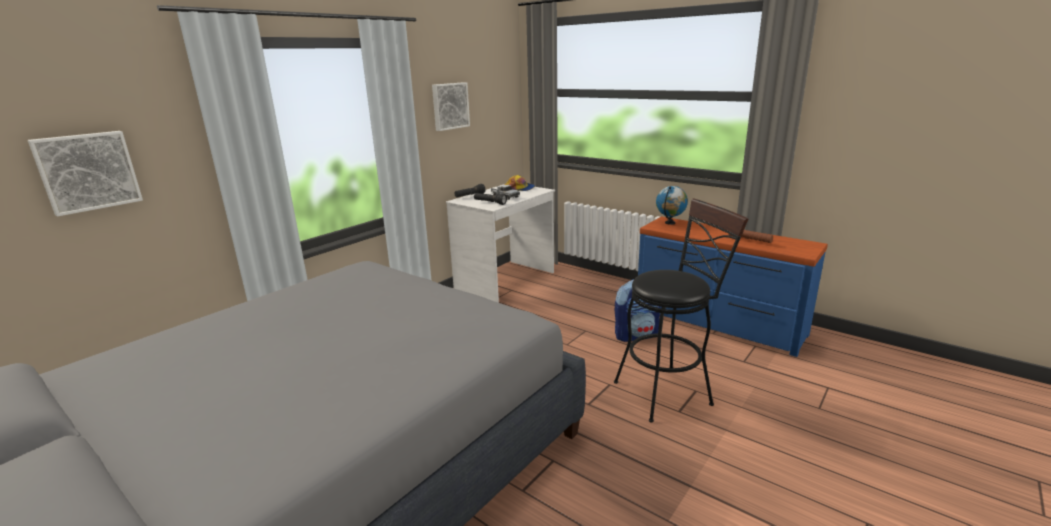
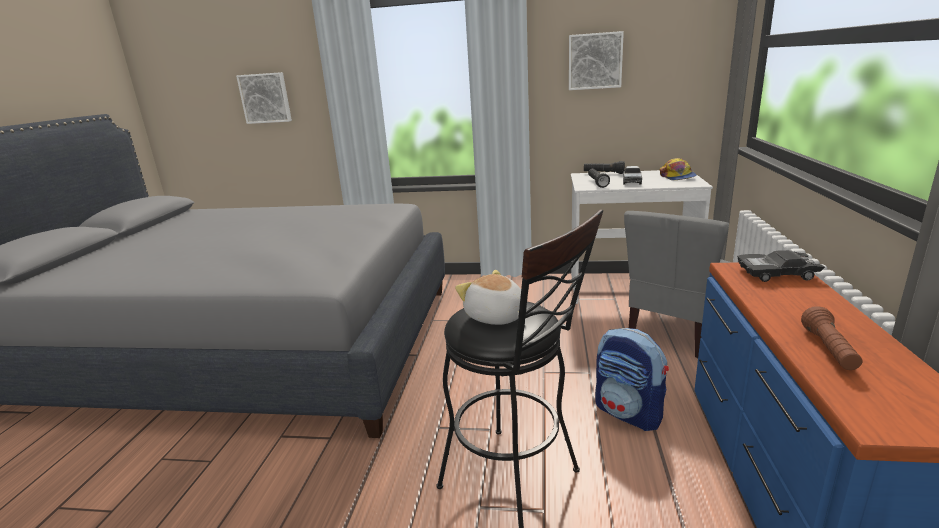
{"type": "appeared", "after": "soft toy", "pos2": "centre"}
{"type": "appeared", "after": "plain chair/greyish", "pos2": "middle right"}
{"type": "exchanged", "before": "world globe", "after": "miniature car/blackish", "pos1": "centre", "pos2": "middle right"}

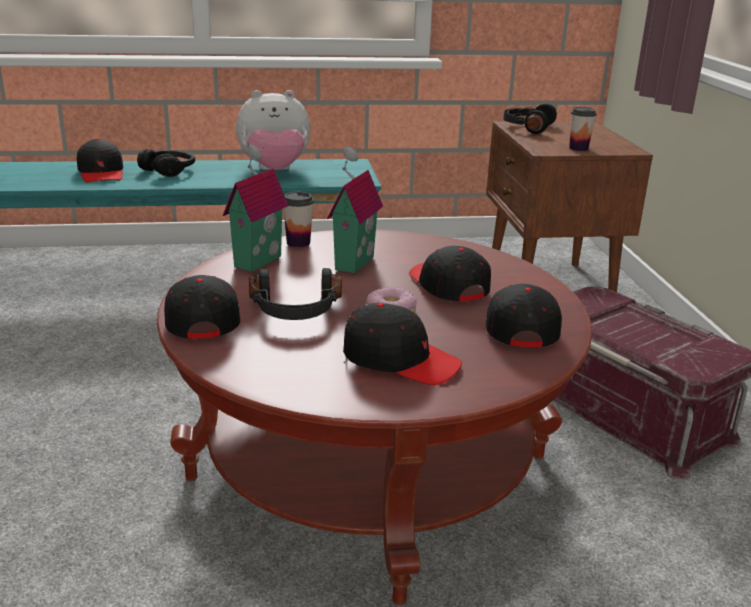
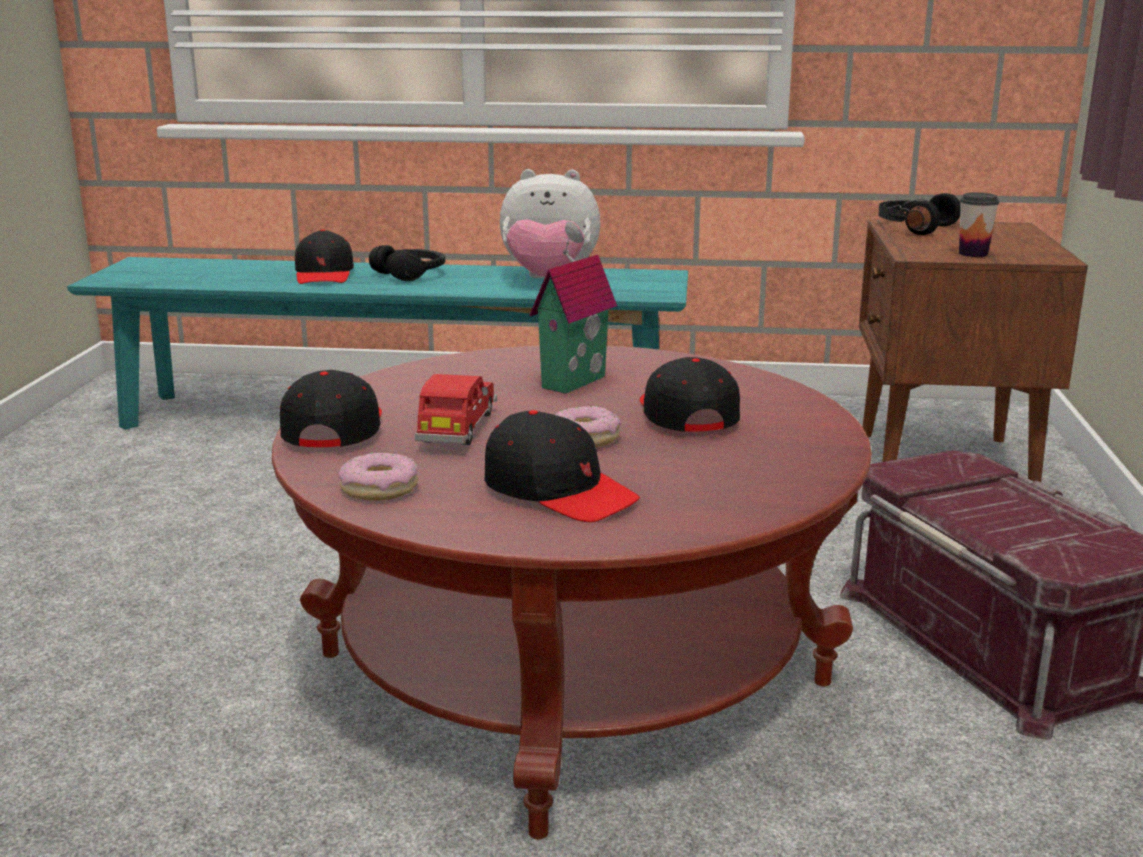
{"type": "missing", "before": "miniature house (no. 1 from left)", "pos1": "centre"}
{"type": "missing", "before": "small cup (no. 1 from left)", "pos1": "centre"}
{"type": "missing", "before": "cap/blackish (no. 5 from left)", "pos1": "middle right"}
{"type": "appeared", "after": "doughnut (no. 1 from left)", "pos2": "middle left"}
{"type": "exchanged", "before": "headphones/blackish (no. 2 from left)", "after": "miniature car/red-coloured", "pos1": "centre", "pos2": "centre"}

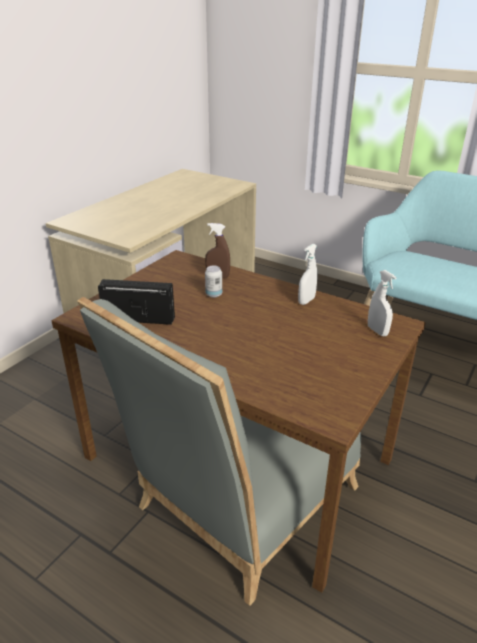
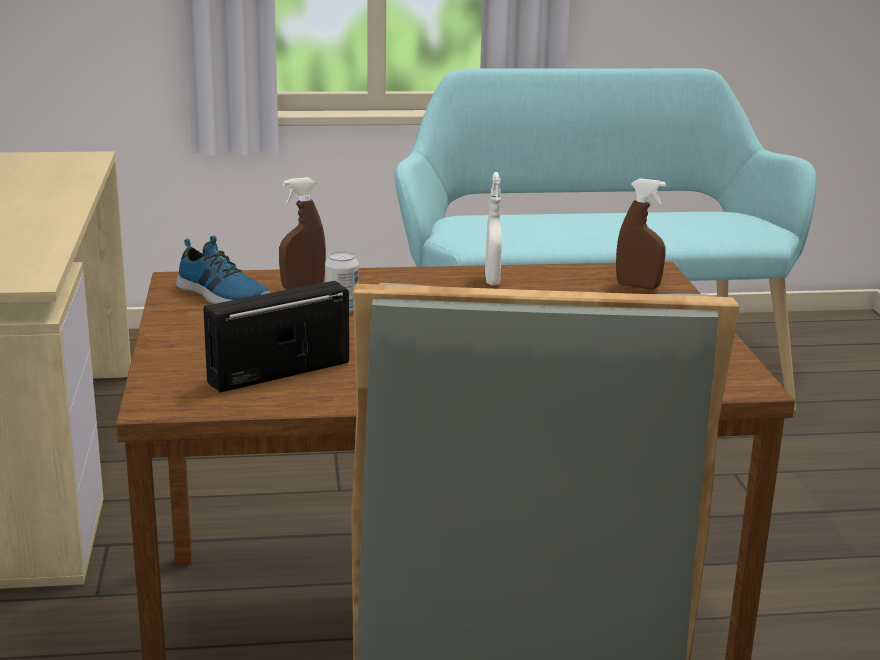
{"type": "appeared", "after": "low shoe", "pos2": "middle left"}
{"type": "colour", "before": "hand sprayer/white-coloured (no. 2 from left)", "after": "hand sprayer/brown-coloured (no. 2 from left)", "pos1": "middle right", "pos2": "middle right"}

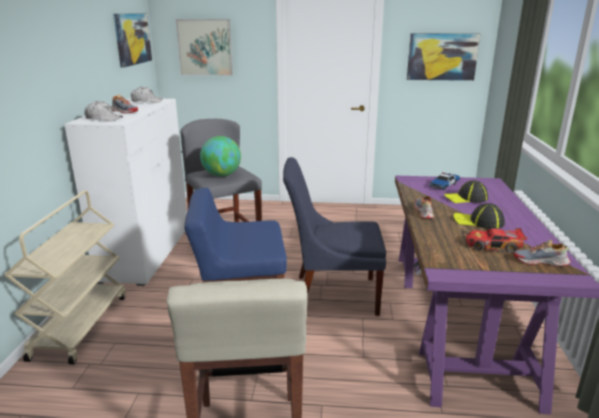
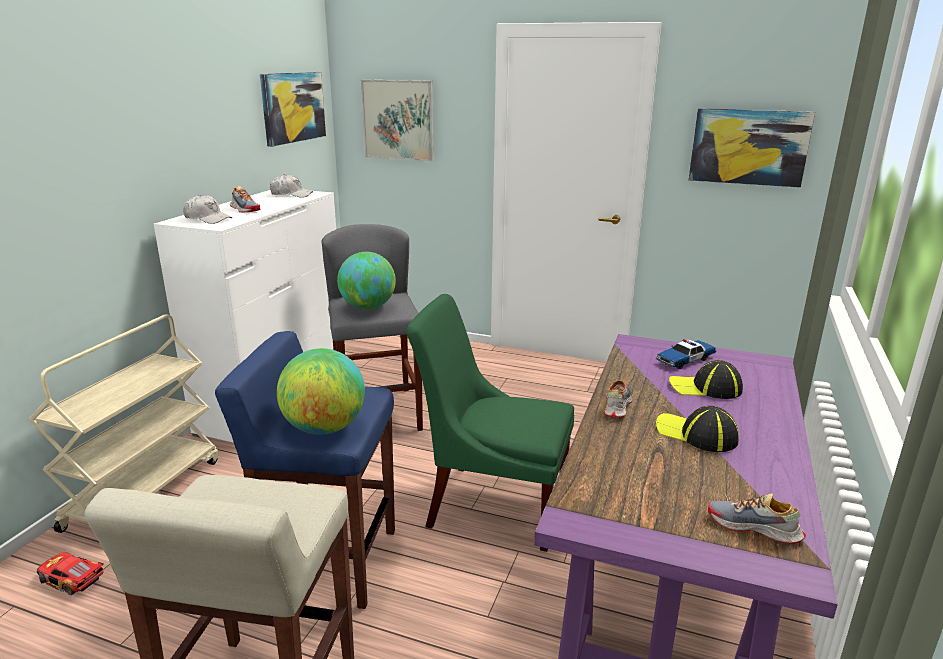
{"type": "appeared", "after": "world globe (no. 1 from left)", "pos2": "centre"}
{"type": "relocated", "before": "miniature car (no. 2 from left in the first image)", "after": "miniature car (no. 1 from left)", "pos1": "middle right", "pos2": "bottom left"}
{"type": "colour", "before": "plain chair/blue", "after": "plain chair/greenish", "pos1": "centre", "pos2": "centre"}

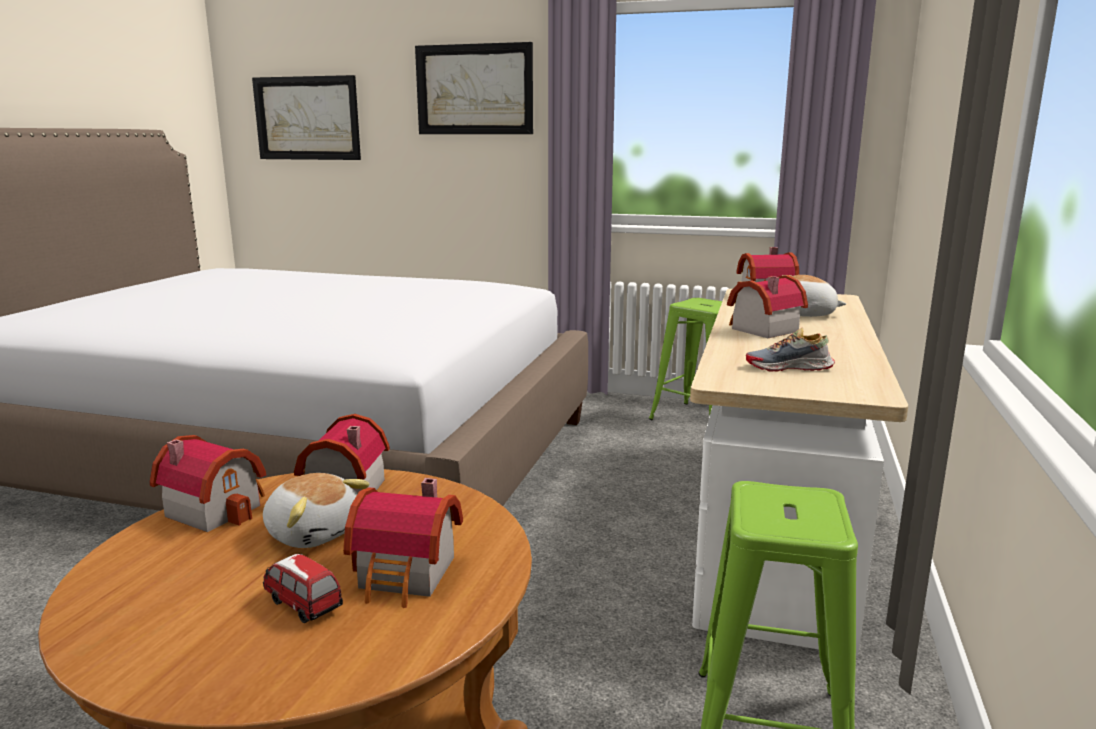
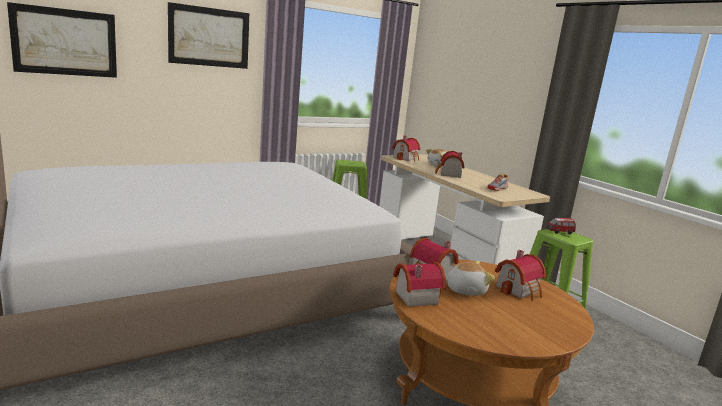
{"type": "relocated", "before": "miniature car", "pos1": "bottom left", "pos2": "middle right"}

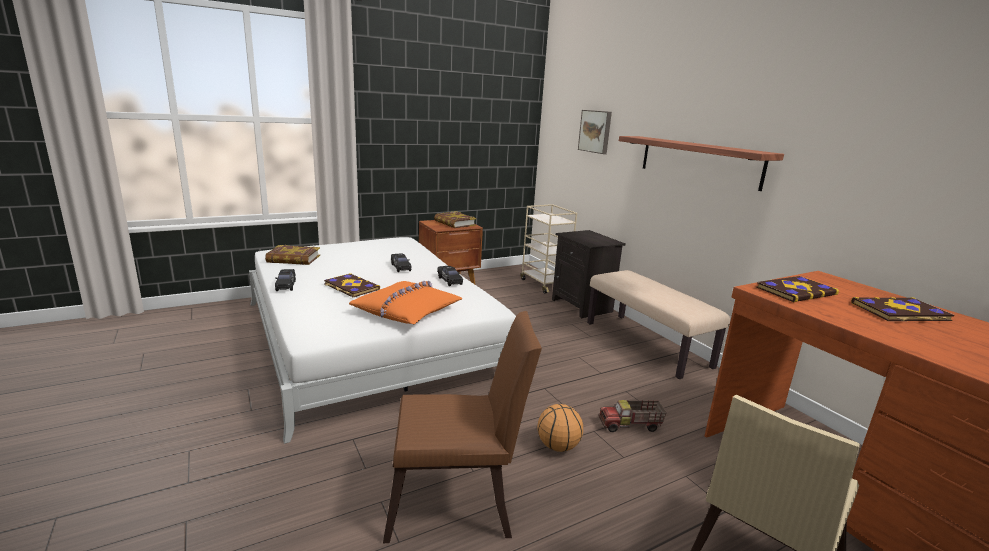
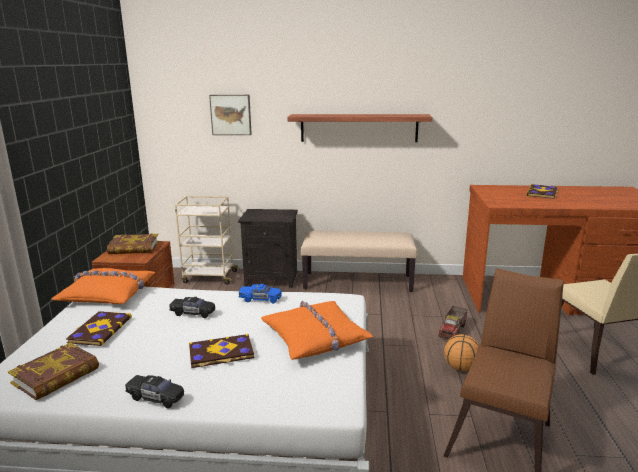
{"type": "appeared", "after": "throw pillow/orange-coloured (no. 1 from left)", "pos2": "middle left"}
{"type": "relocated", "before": "volume (no. 4 from left in the first image)", "after": "volume (no. 2 from left)", "pos1": "middle right", "pos2": "bottom left"}
{"type": "colour", "before": "miniature car/blackish (no. 3 from left)", "after": "miniature car/blue", "pos1": "centre", "pos2": "centre"}

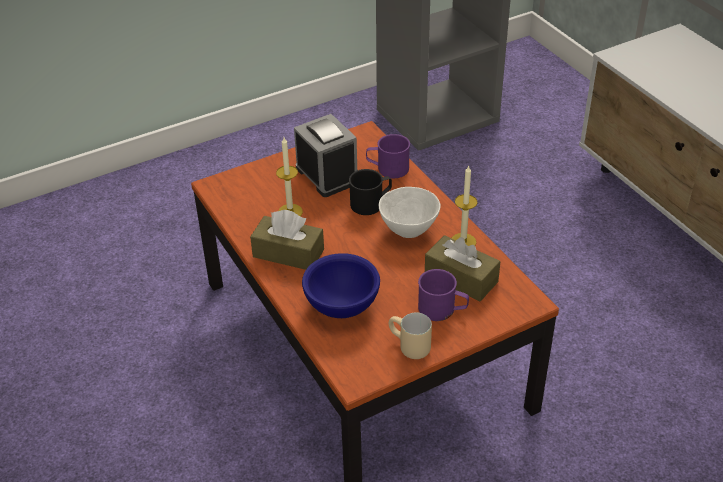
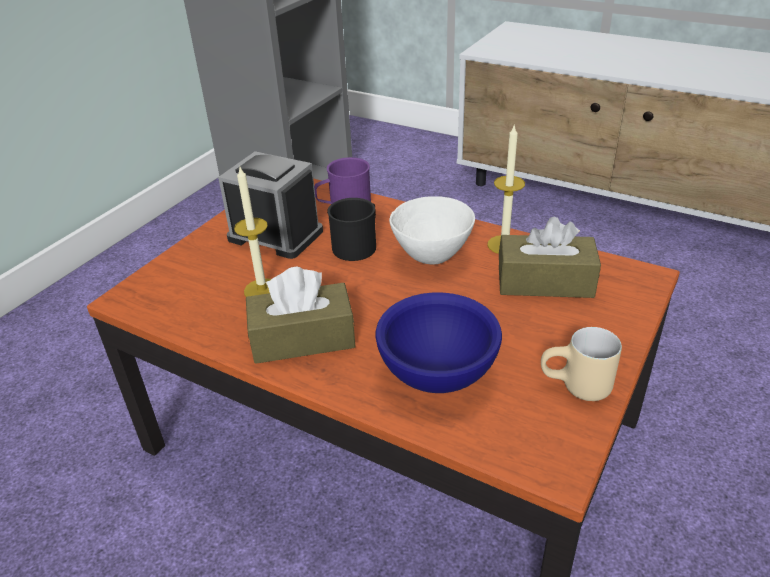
{"type": "missing", "before": "tea mug/purplish (no. 2 from left)", "pos1": "centre"}

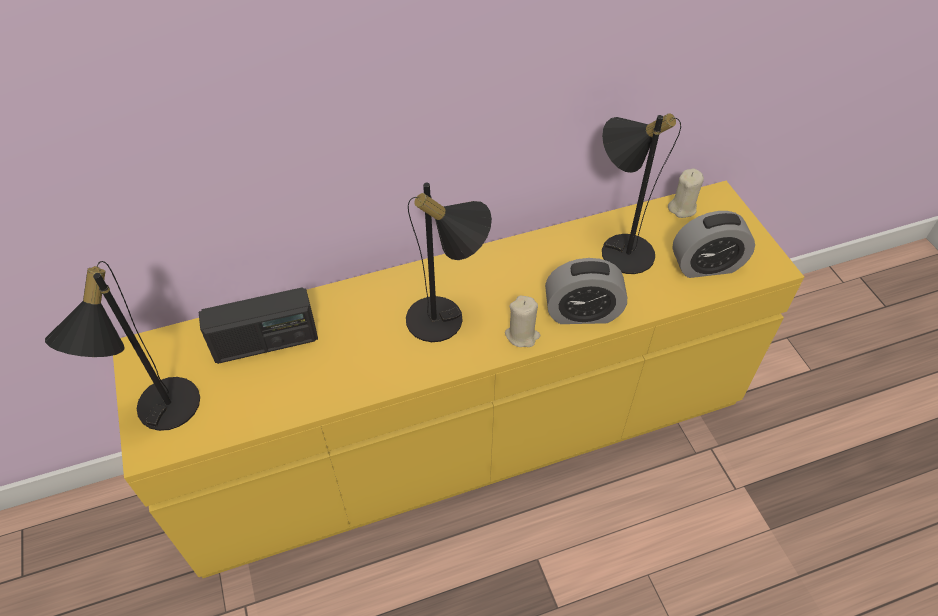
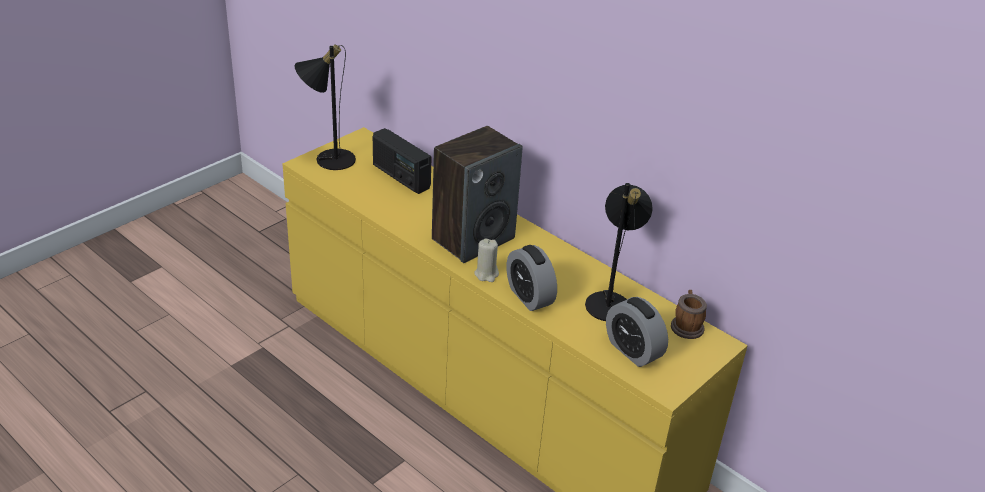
{"type": "exchanged", "before": "table lamp/blackish (no. 2 from left)", "after": "speaker", "pos1": "centre", "pos2": "centre"}
{"type": "exchanged", "before": "wax light/beige-coloured (no. 2 from left)", "after": "tea mug", "pos1": "top right", "pos2": "middle right"}

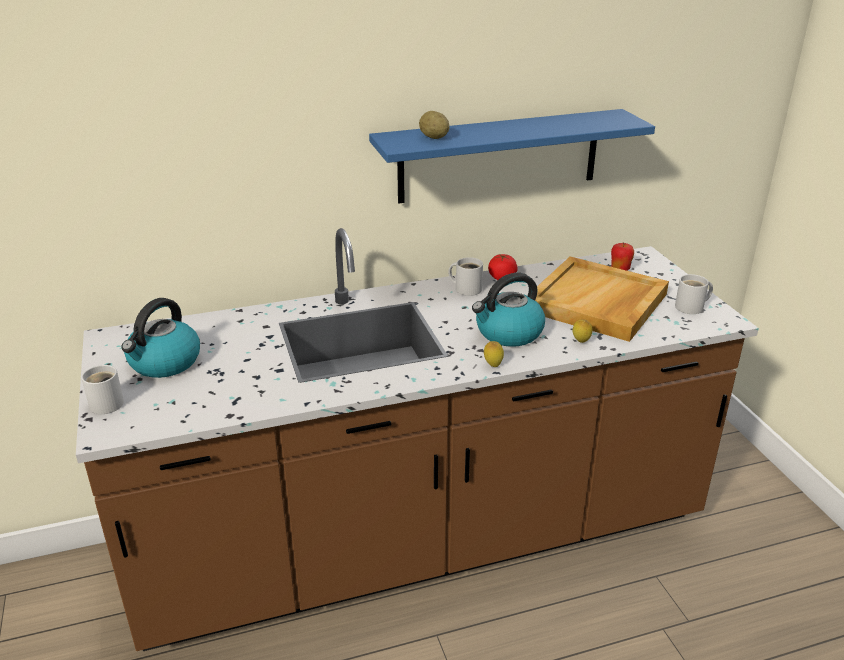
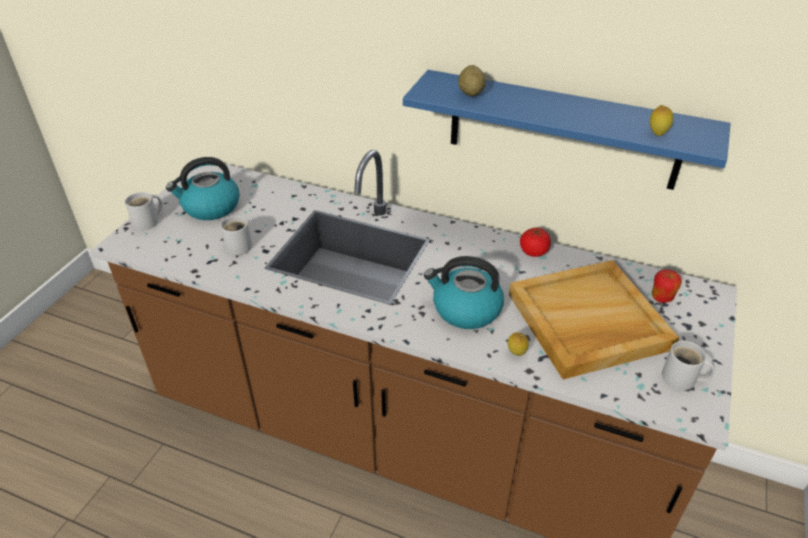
{"type": "relocated", "before": "tea mug/white-coloured (no. 2 from left)", "pos1": "centre", "pos2": "middle left"}
{"type": "relocated", "before": "citrus fruit (no. 1 from left in the first image)", "after": "citrus fruit (no. 2 from left)", "pos1": "centre", "pos2": "top right"}

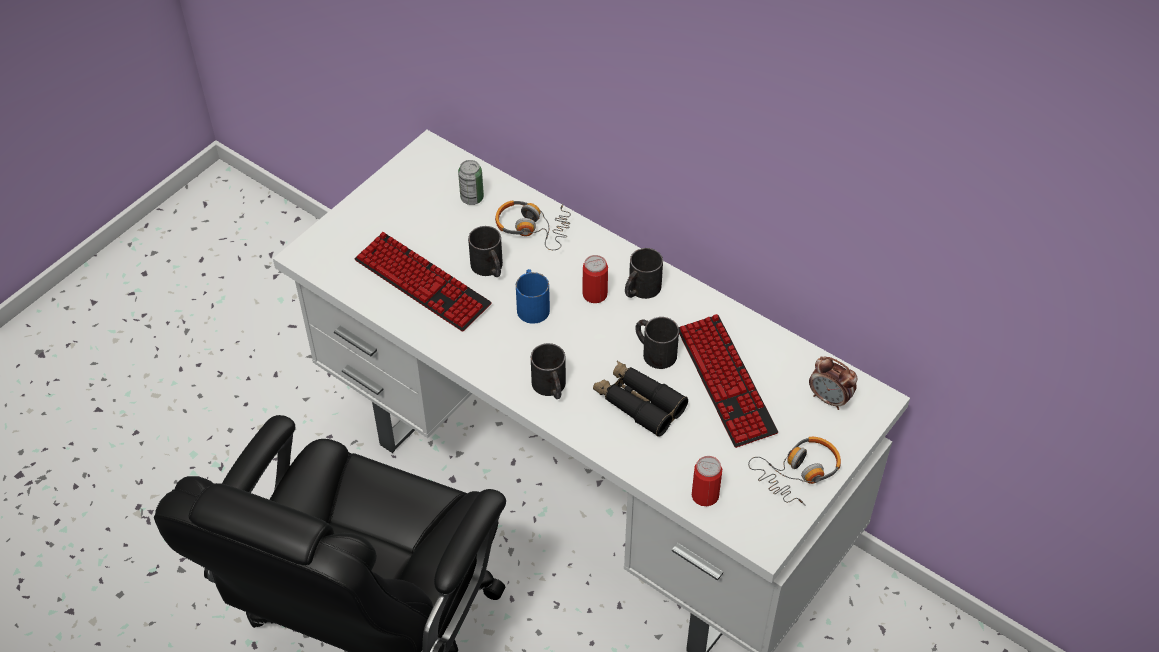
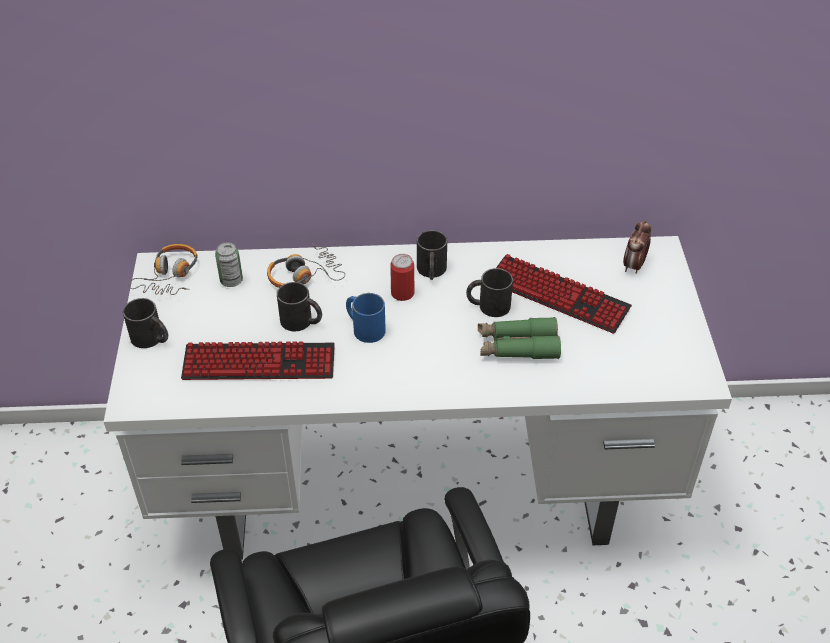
{"type": "missing", "before": "sealed can (no. 3 from left)", "pos1": "bottom centre"}
{"type": "relocated", "before": "tea mug/blackish (no. 2 from left in the first image)", "after": "tea mug/blackish (no. 1 from left)", "pos1": "centre", "pos2": "middle left"}
{"type": "relocated", "before": "headphones (no. 2 from left in the first image)", "after": "headphones (no. 1 from left)", "pos1": "bottom right", "pos2": "middle left"}
{"type": "colour", "before": "field glasses/blackish", "after": "field glasses/greenish", "pos1": "centre", "pos2": "centre"}
{"type": "spun", "before": "bedside clock", "pos1": "middle right", "pos2": "middle right", "turn": 120}

